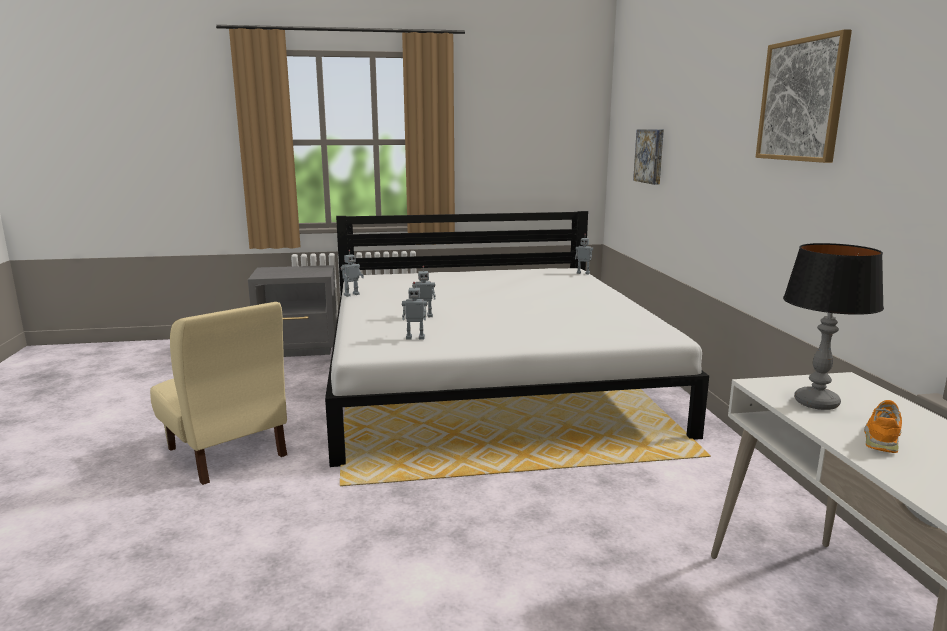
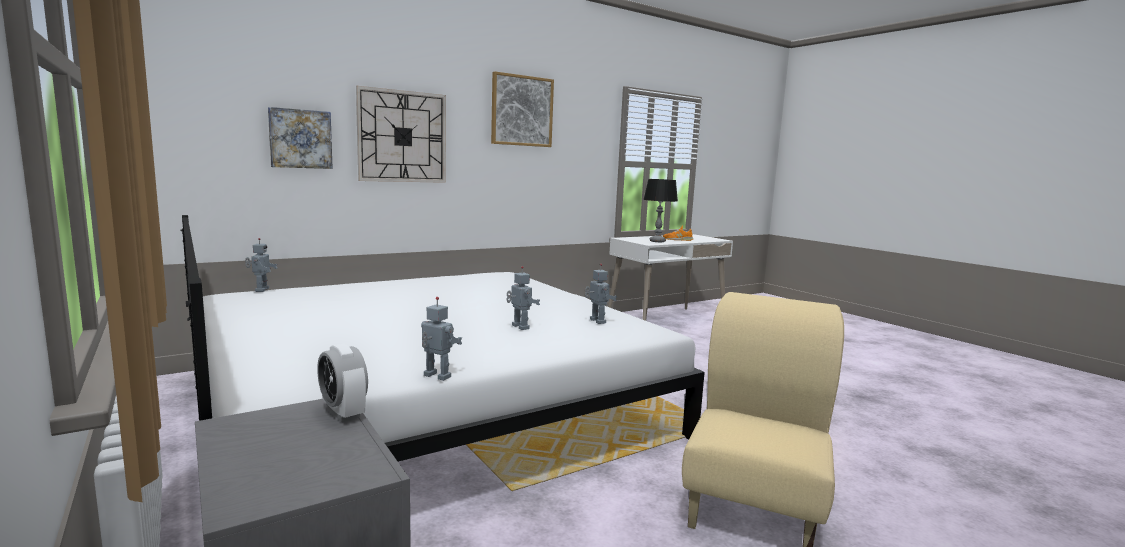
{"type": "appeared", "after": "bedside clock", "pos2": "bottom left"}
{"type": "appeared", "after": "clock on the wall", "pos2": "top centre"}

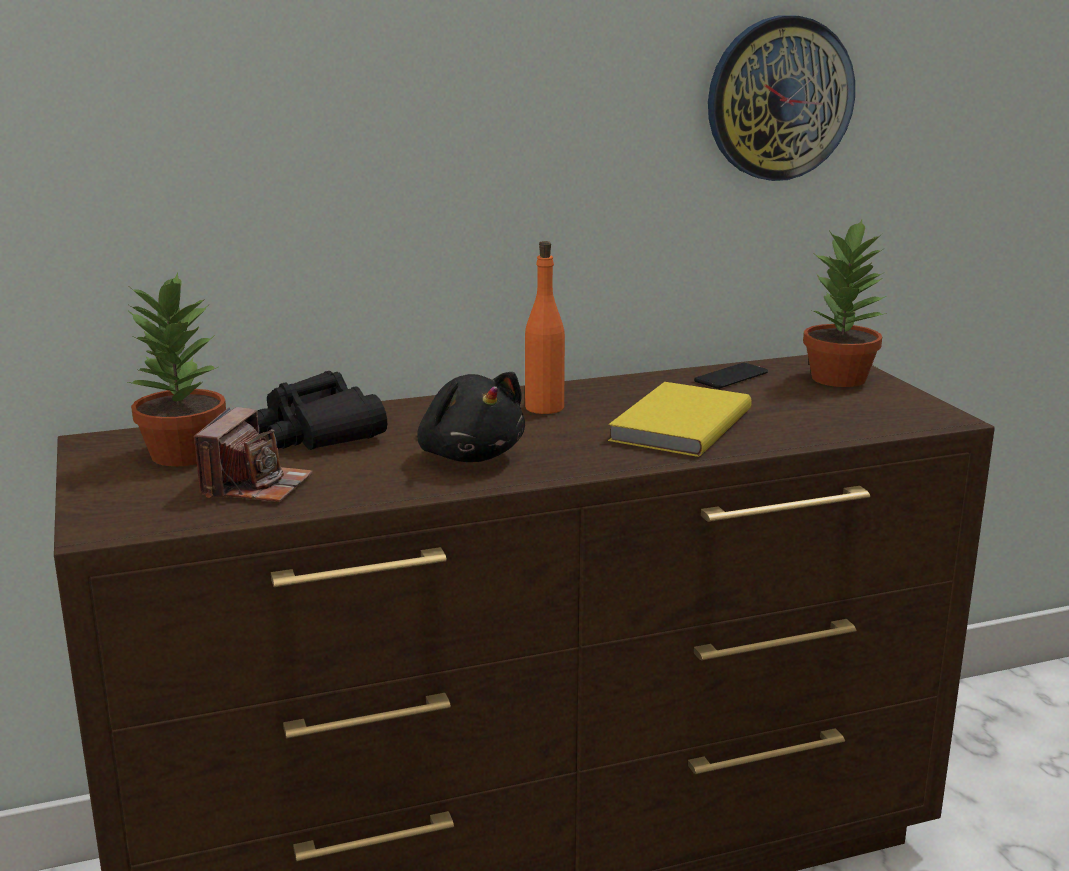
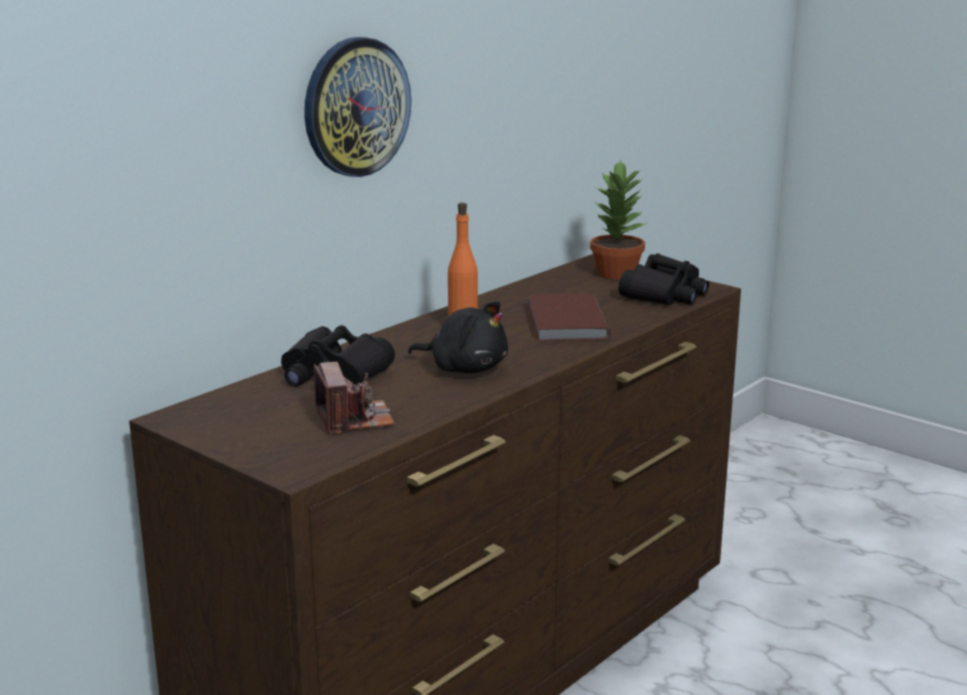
{"type": "missing", "before": "potted plant (no. 1 from left)", "pos1": "middle left"}
{"type": "missing", "before": "telephone", "pos1": "middle right"}
{"type": "appeared", "after": "field glasses/blackish (no. 2 from left)", "pos2": "middle right"}
{"type": "relocated", "before": "clock on the wall", "pos1": "top right", "pos2": "top centre"}
{"type": "colour", "before": "volume/yellow", "after": "volume/brown-coloured", "pos1": "centre", "pos2": "centre"}

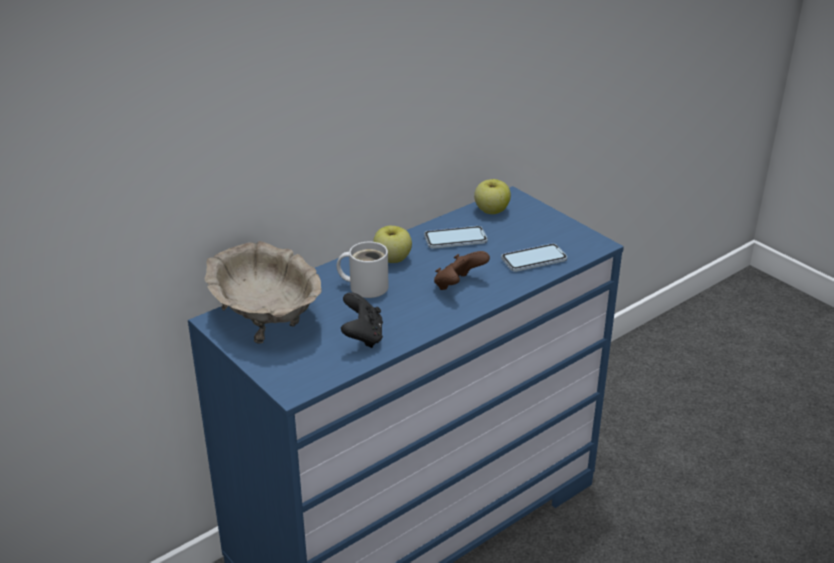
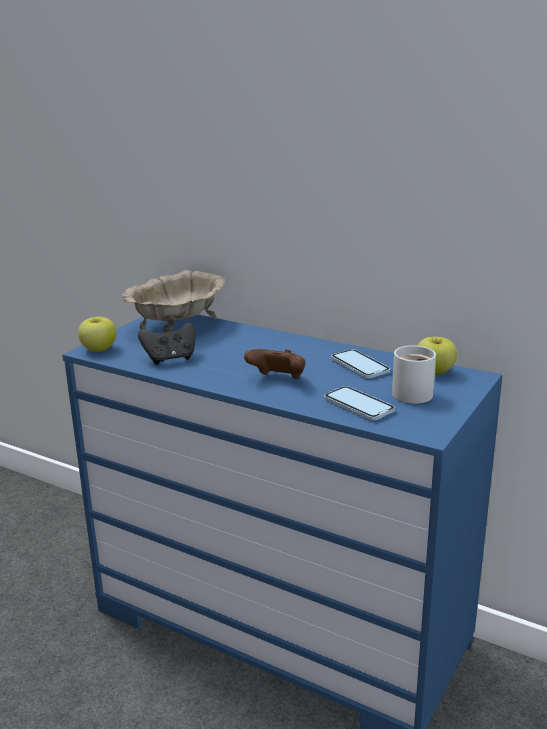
{"type": "relocated", "before": "tea mug/white-coloured", "pos1": "centre", "pos2": "middle right"}
{"type": "relocated", "before": "whole apple (no. 1 from left)", "pos1": "centre", "pos2": "middle left"}

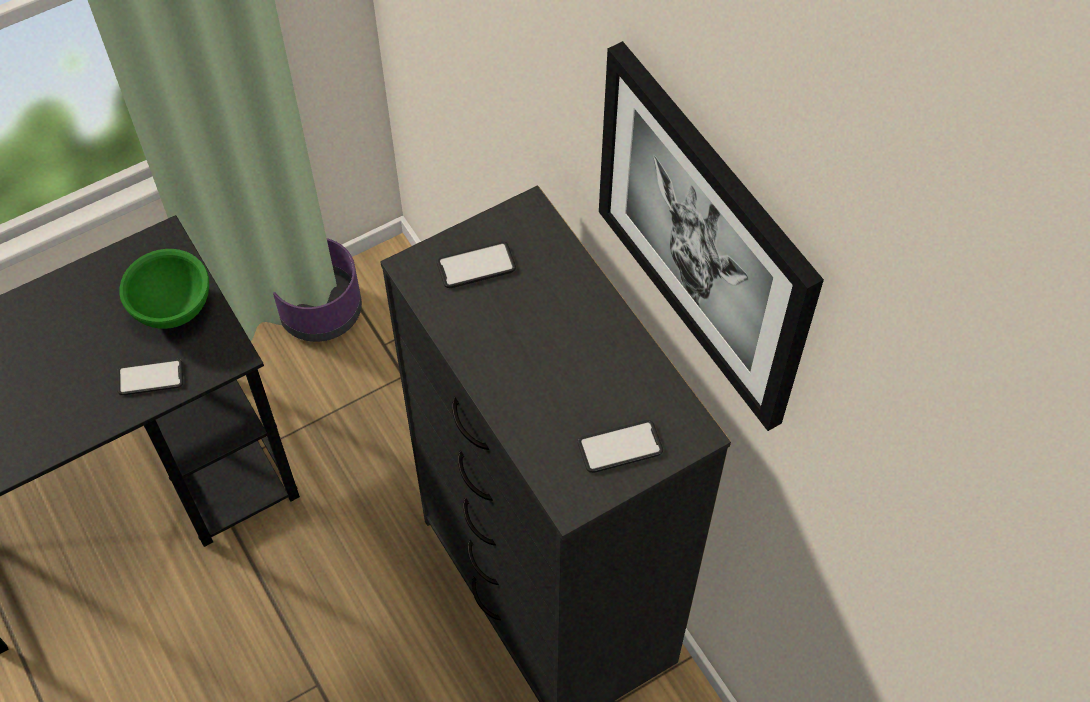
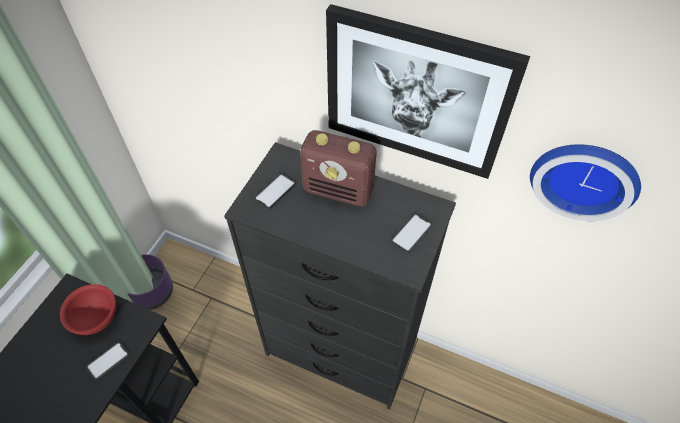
{"type": "appeared", "after": "radio set", "pos2": "centre"}
{"type": "appeared", "after": "clock on the wall", "pos2": "middle right"}
{"type": "colour", "before": "serving bowl/greenish", "after": "serving bowl/red-coloured", "pos1": "middle left", "pos2": "bottom left"}

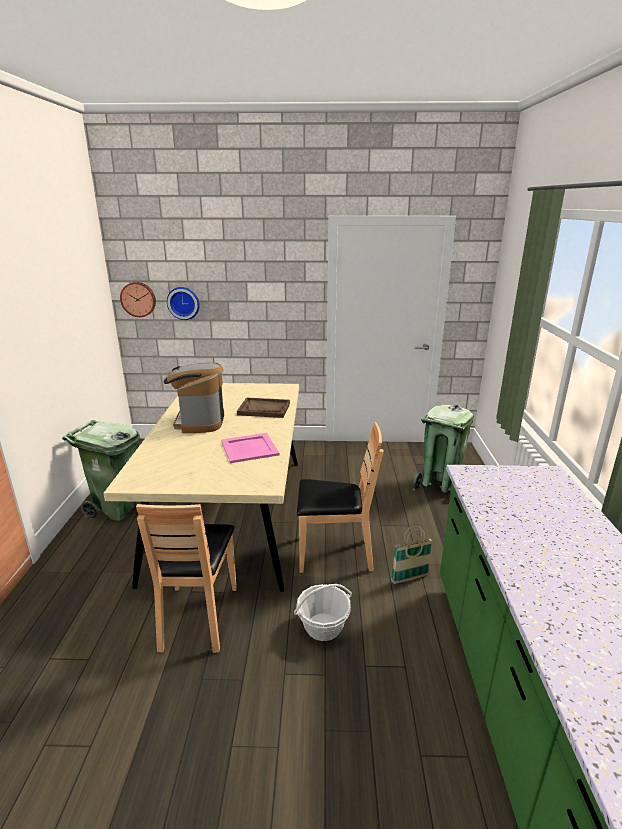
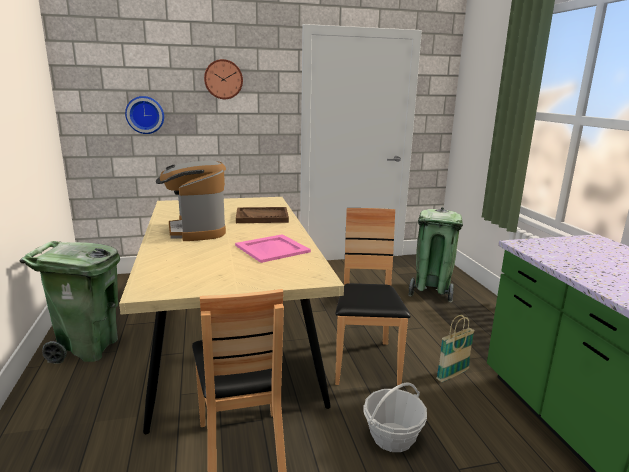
{"type": "relocated", "before": "clock on the wall (no. 1 from left in the first image)", "after": "clock on the wall (no. 2 from left)", "pos1": "middle left", "pos2": "top centre"}
{"type": "spun", "before": "plain chair/brown-coloured (no. 2 from left)", "pos1": "centre", "pos2": "centre", "turn": -75}

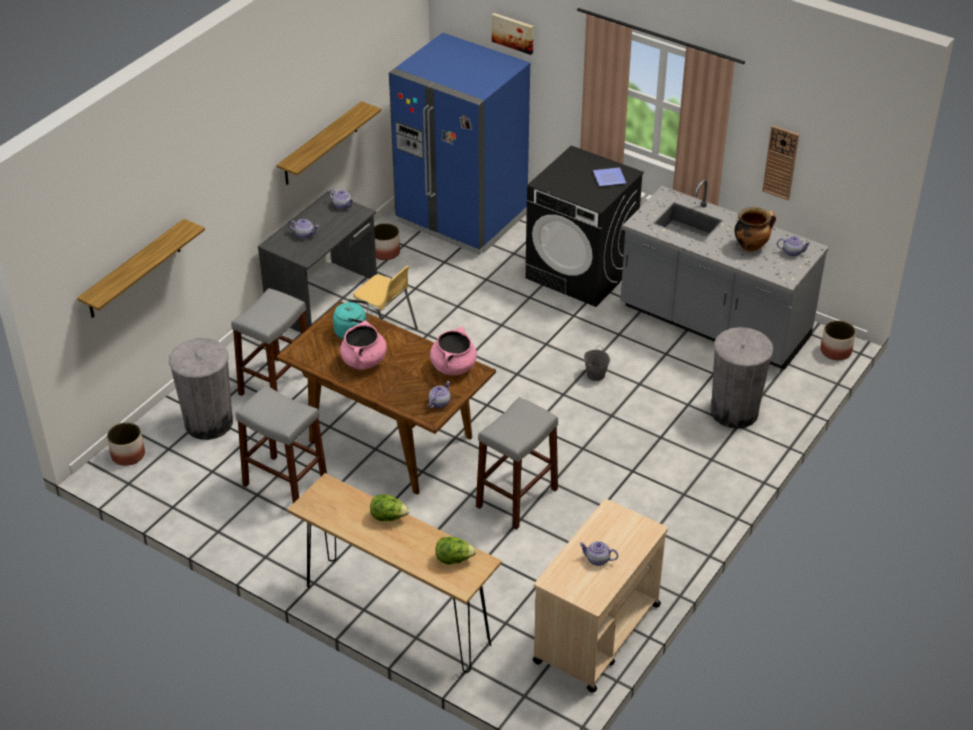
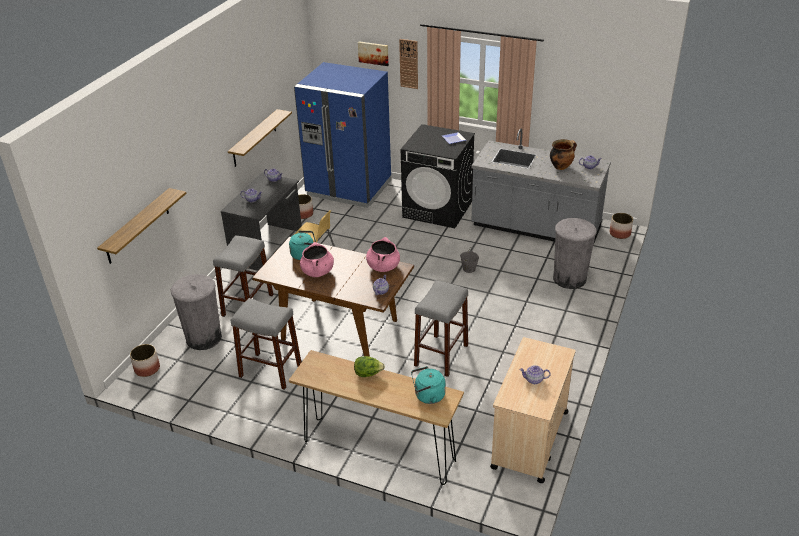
{"type": "relocated", "before": "clock on the wall", "pos1": "top right", "pos2": "top centre"}
{"type": "exchanged", "before": "lettuce head (no. 2 from left)", "after": "tea kettle/turquoise-coloured (no. 2 from left)", "pos1": "bottom centre", "pos2": "bottom centre"}

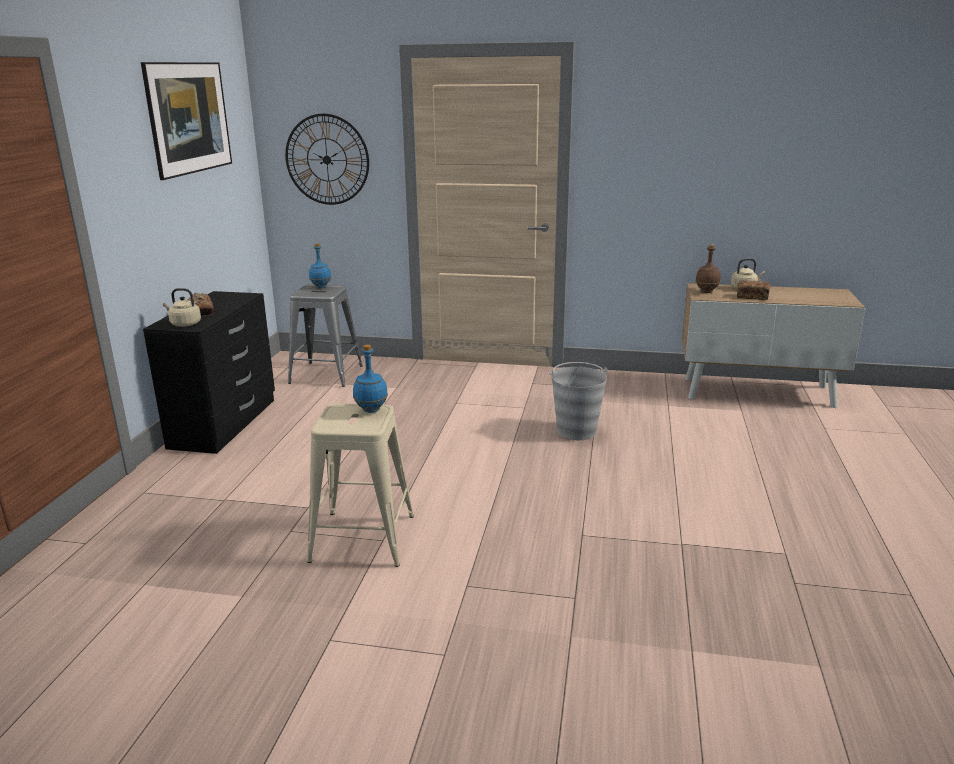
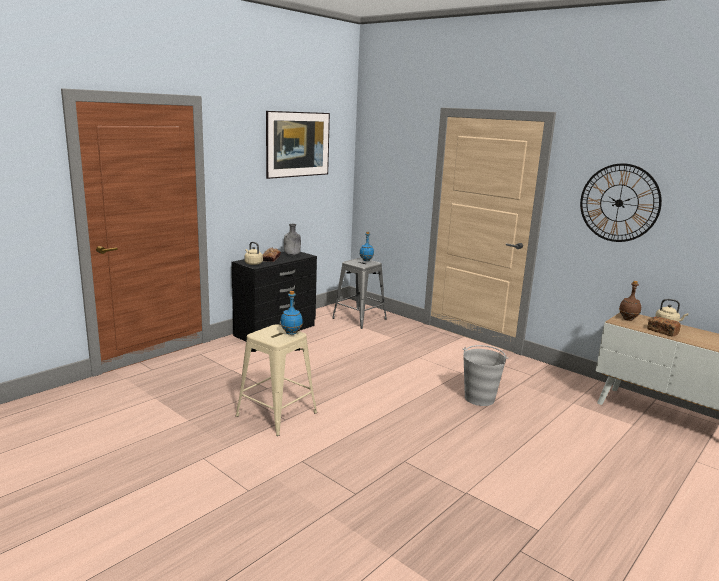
{"type": "appeared", "after": "bottle/greyish", "pos2": "centre"}
{"type": "relocated", "before": "clock on the wall", "pos1": "top centre", "pos2": "middle right"}

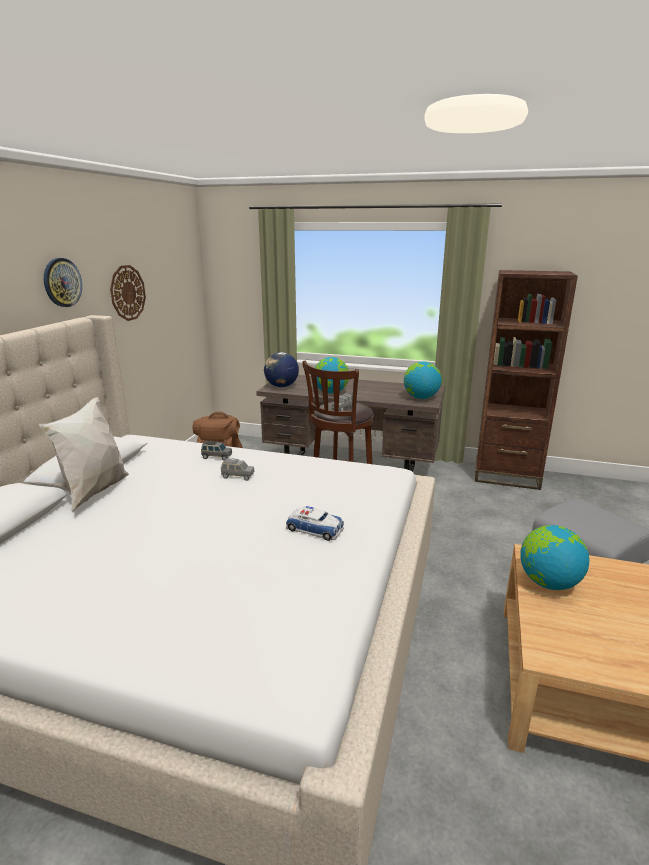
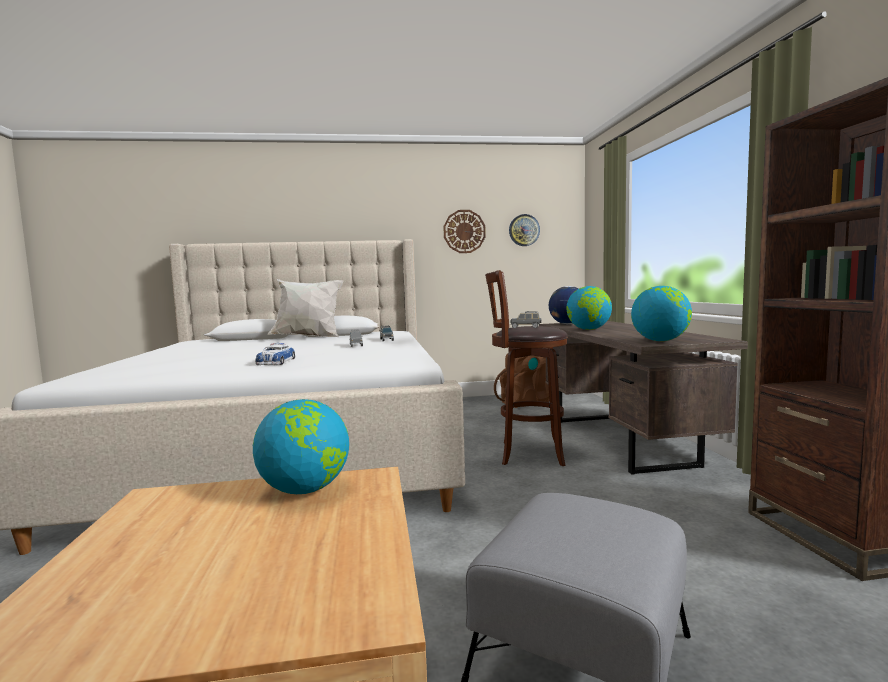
{"type": "relocated", "before": "clock on the wall (no. 1 from left in the first image)", "after": "clock on the wall (no. 2 from left)", "pos1": "top left", "pos2": "centre"}

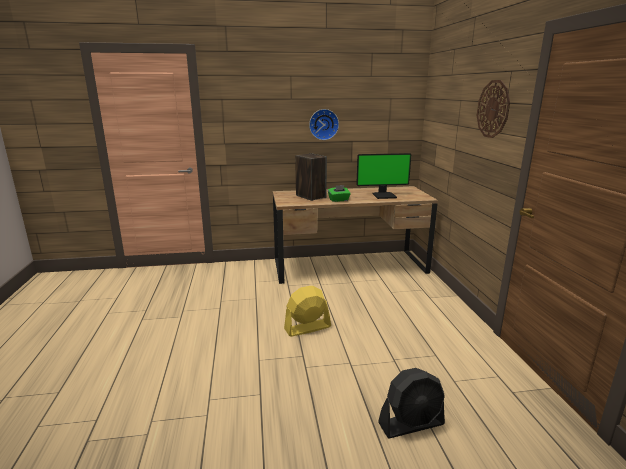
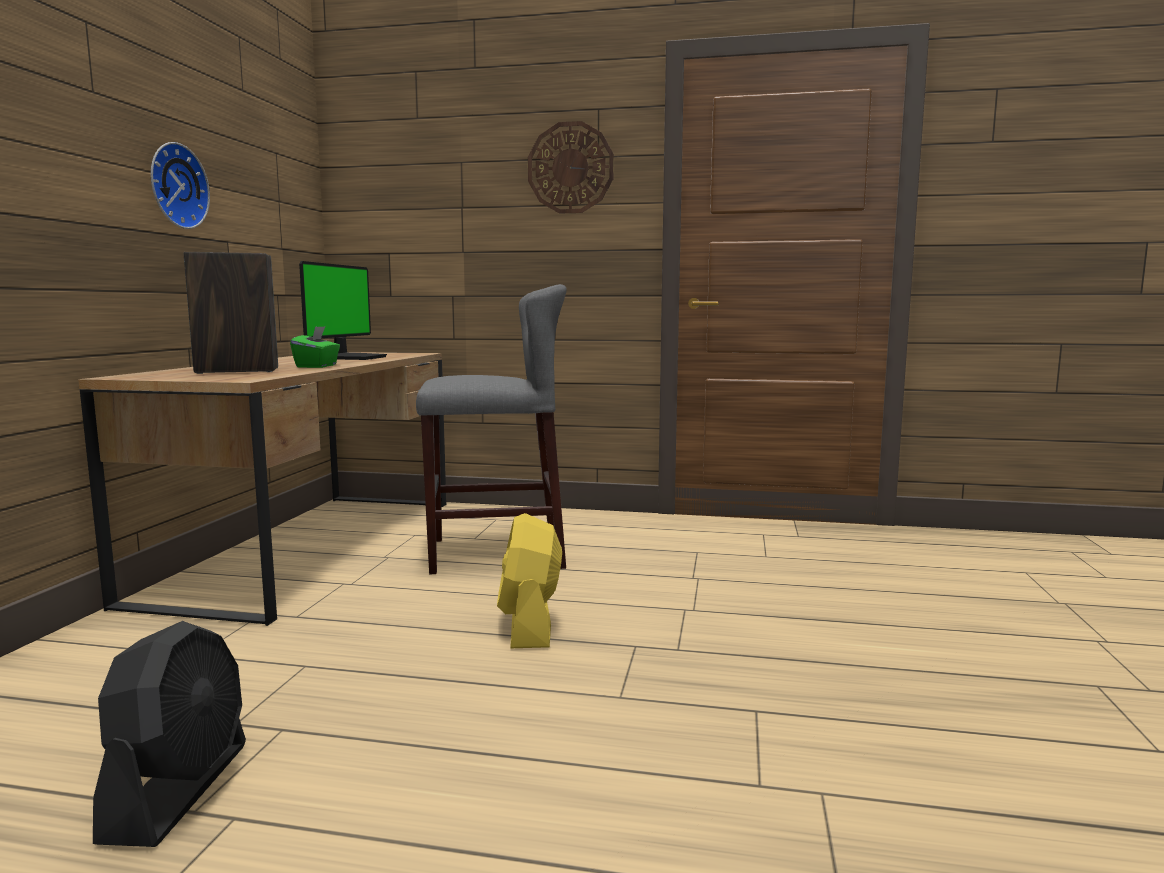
{"type": "appeared", "after": "sitting stool/greyish", "pos2": "centre"}
{"type": "relocated", "before": "cooling fan/blackish", "pos1": "bottom centre", "pos2": "bottom left"}

